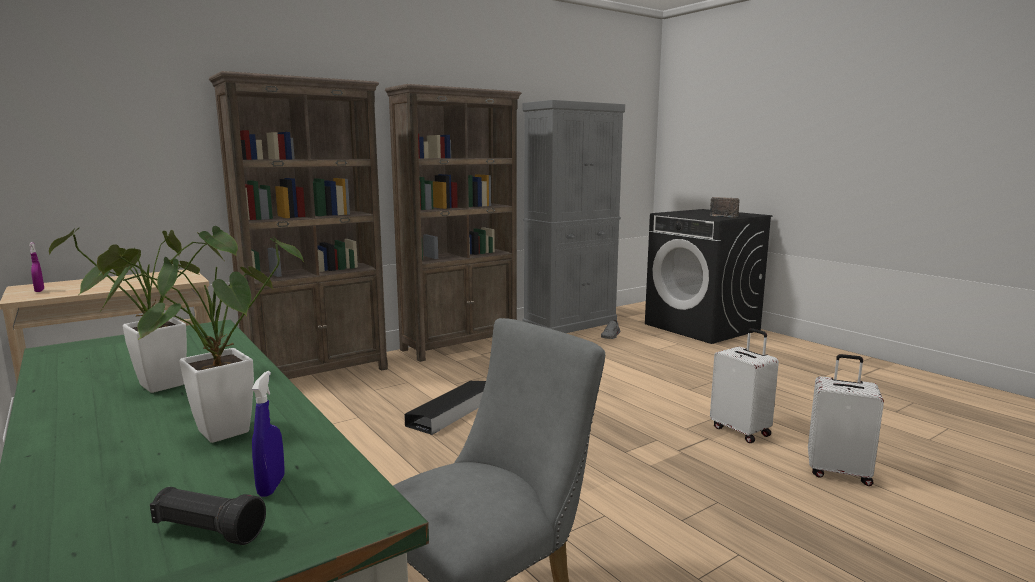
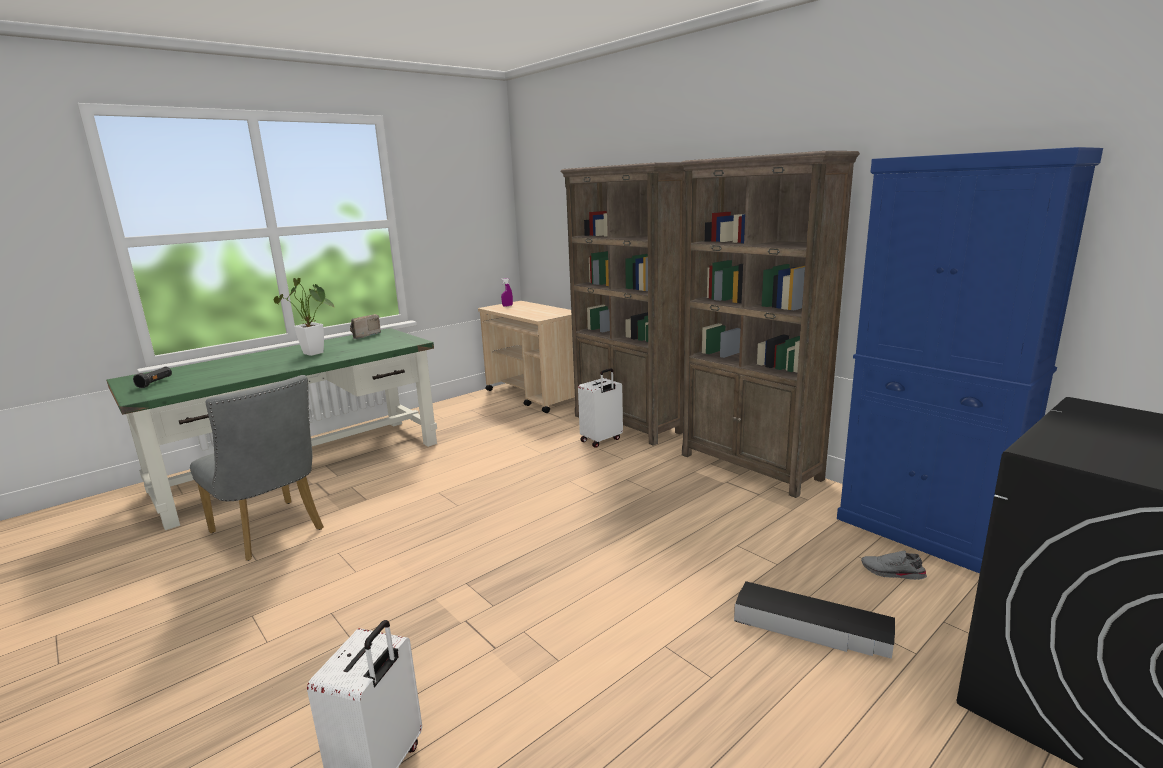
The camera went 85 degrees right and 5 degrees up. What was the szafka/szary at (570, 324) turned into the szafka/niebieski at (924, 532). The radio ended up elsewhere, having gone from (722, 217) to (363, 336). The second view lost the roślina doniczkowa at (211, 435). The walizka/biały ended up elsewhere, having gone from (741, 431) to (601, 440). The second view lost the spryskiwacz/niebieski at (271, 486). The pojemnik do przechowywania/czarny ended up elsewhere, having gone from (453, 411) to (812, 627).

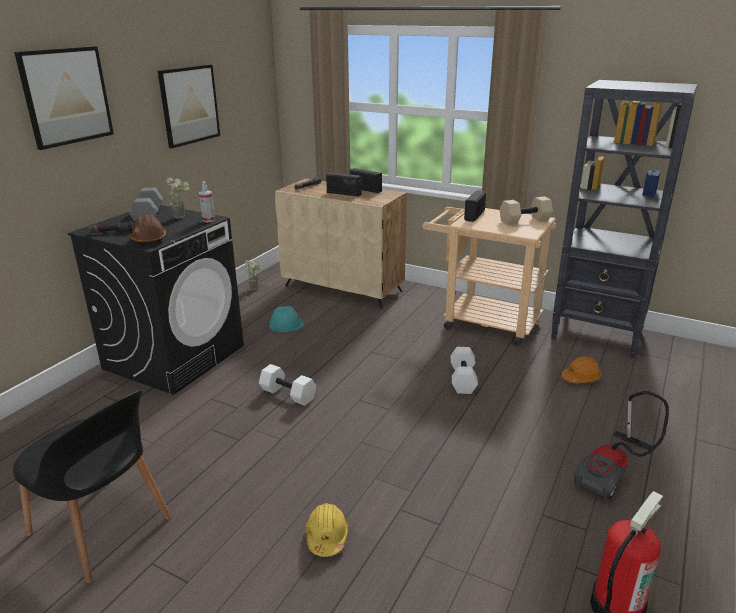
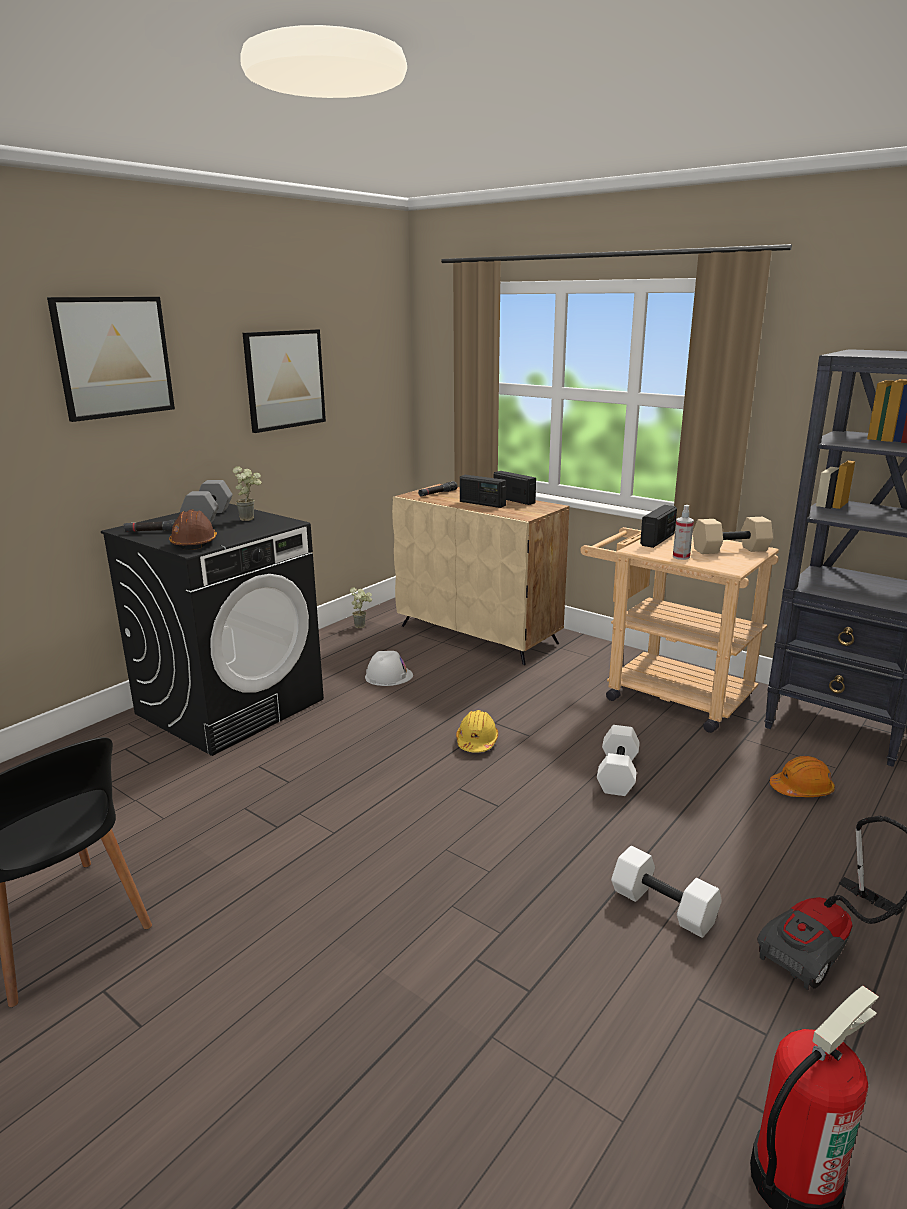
The camera went 10 degrees right and 5 degrees down. The spryskiwacz ended up elsewhere, having gone from (208, 220) to (681, 557). What was the kask/turkusowy at (286, 324) turned into the kask/biały at (388, 676). The hantel/biały ended up elsewhere, having gone from (287, 394) to (661, 907). The kask/żółty ended up elsewhere, having gone from (327, 536) to (477, 741).

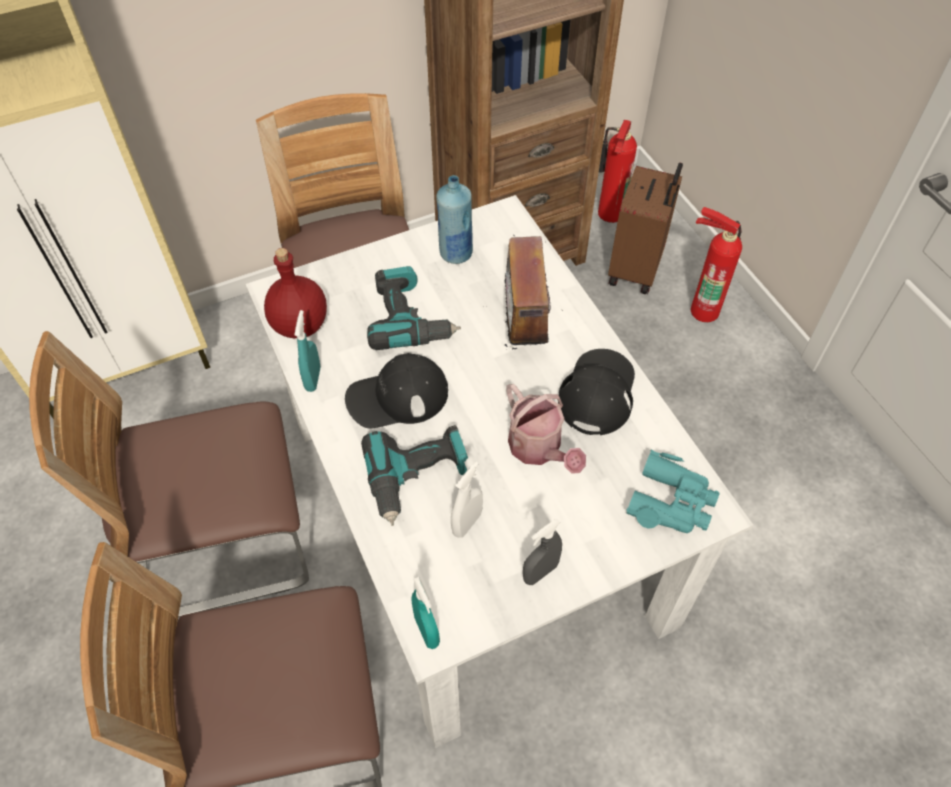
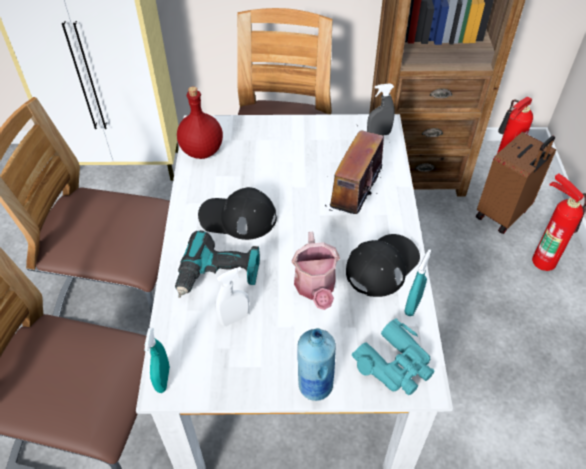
The camera went 25 degrees right and 5 degrees down. The butelka/niebieski ended up elsewhere, having gone from (455, 253) to (314, 386). The second view lost the wiertarka at (409, 319). The spryskiwacz/turkusowy ended up elsewhere, having gone from (313, 379) to (412, 305). The spryskiwacz/szary ended up elsewhere, having gone from (540, 572) to (378, 134).

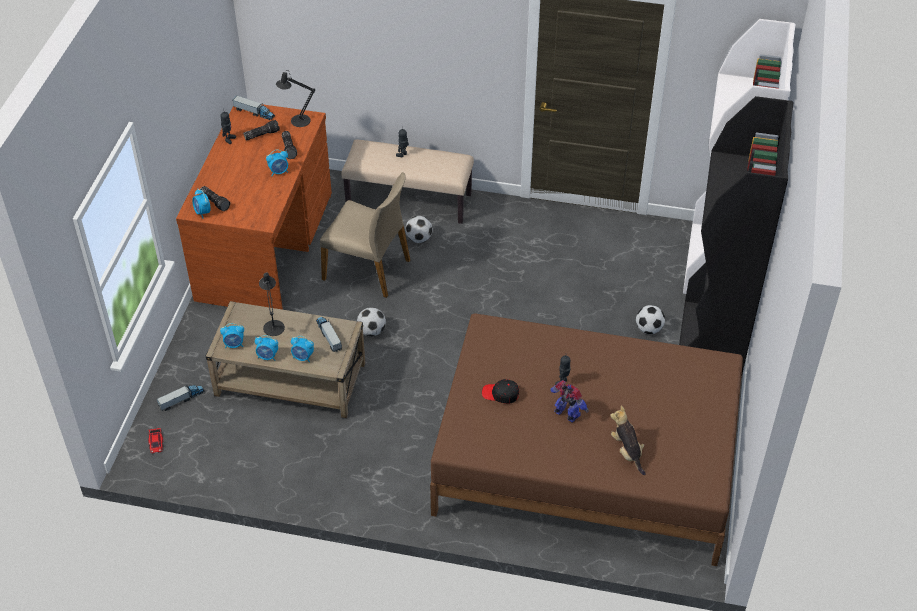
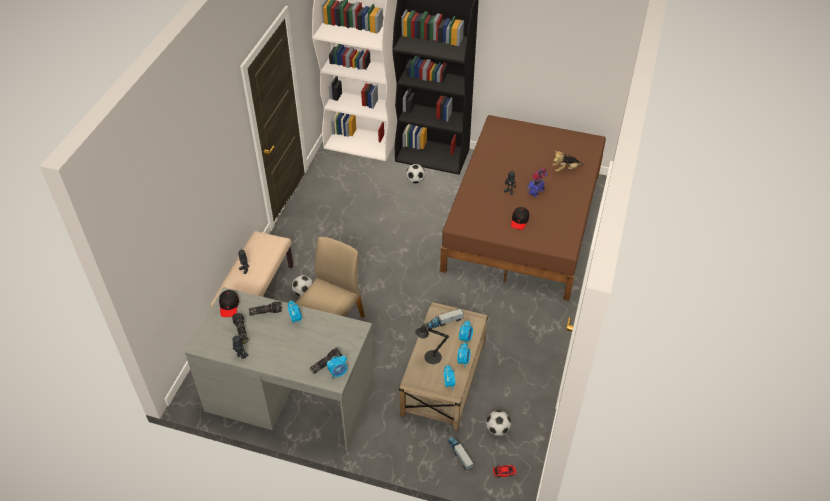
The camera went 85 degrees left and 0 degrees up. Where the lampa stołowa/czarny stood at (297, 121), the czapka z daszkiem/czarny came to stand at (229, 306). The second view lost the ciężarówka zabawkowa at (254, 112). What was the biurko/brązowy at (266, 247) turned into the biurko/szary at (290, 396). The piłka futbolowa ended up elsewhere, having gone from (371, 331) to (497, 429).

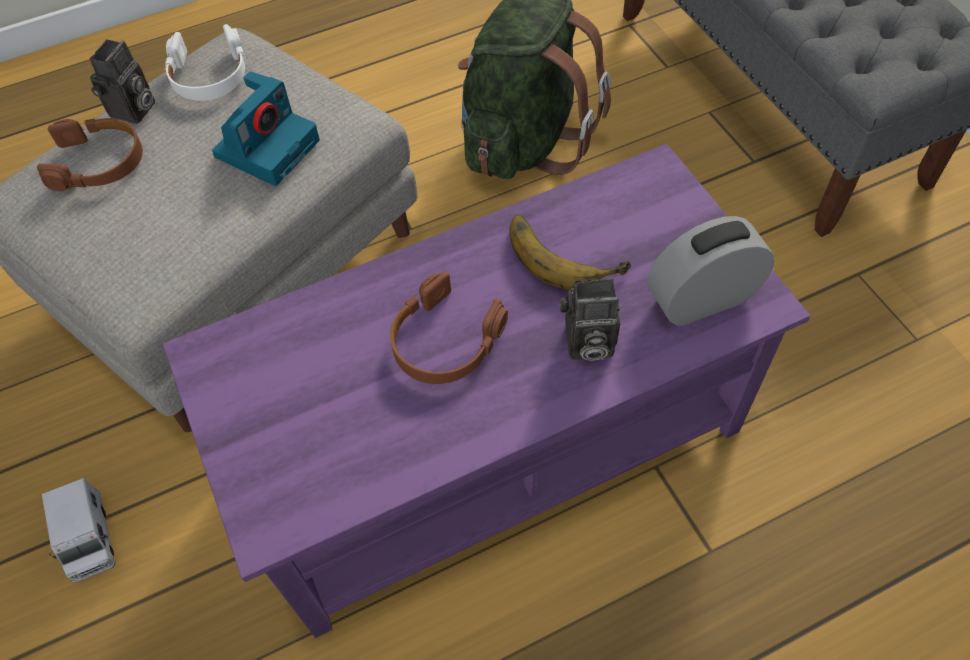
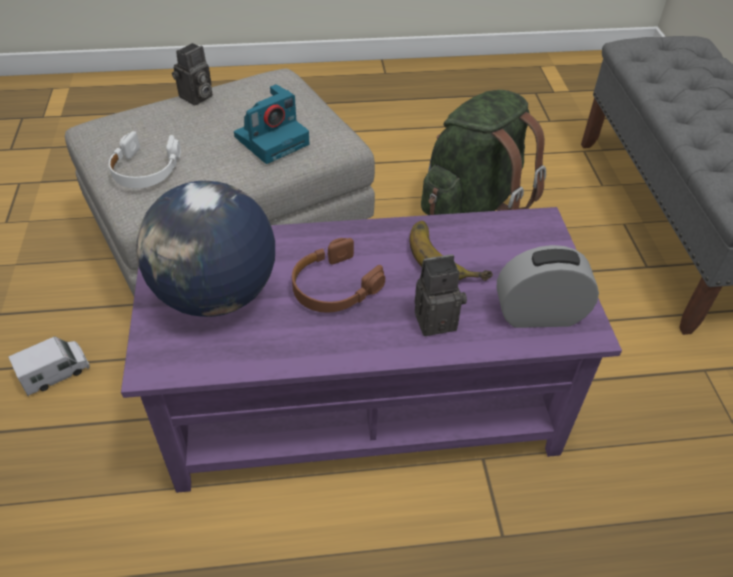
The camera went 15 degrees right and 10 degrees down. The słuchawki/biały ended up elsewhere, having gone from (209, 75) to (145, 170). The second view lost the słuchawki/brązowy at (99, 162). The aparat fotograficzny at (586, 344) ended up facing another way, 150 degrees clockwise from before. The ciężarówka zabawkowa at (88, 538) ended up facing another way, 120 degrees counterclockwise from before. The second view gained the globus at (216, 295).

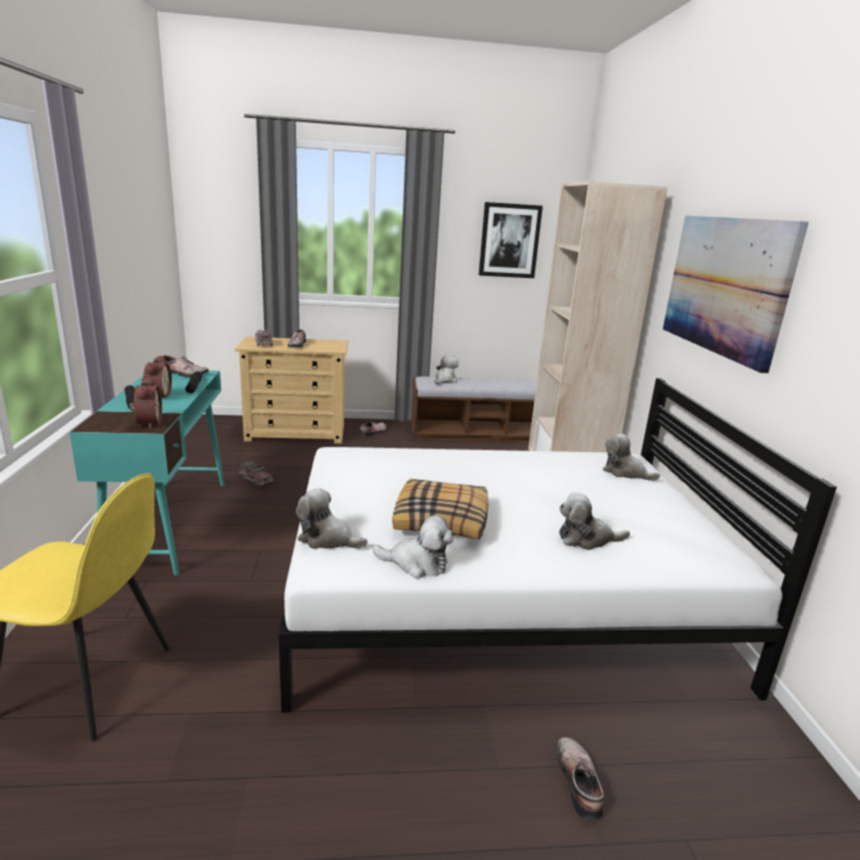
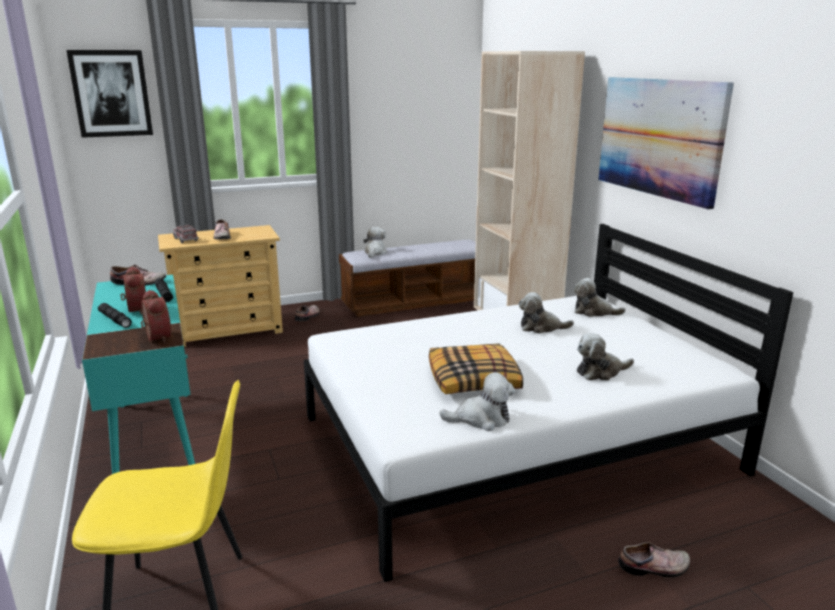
The camera went 15 degrees left and 0 degrees up. The obraz ended up elsewhere, having gone from (509, 240) to (111, 93). The second view lost the ciężarówka zabawkowa at (256, 479). The pluszak ended up elsewhere, having gone from (327, 539) to (541, 327). The but at (581, 782) ended up facing another way, 105 degrees clockwise from before.

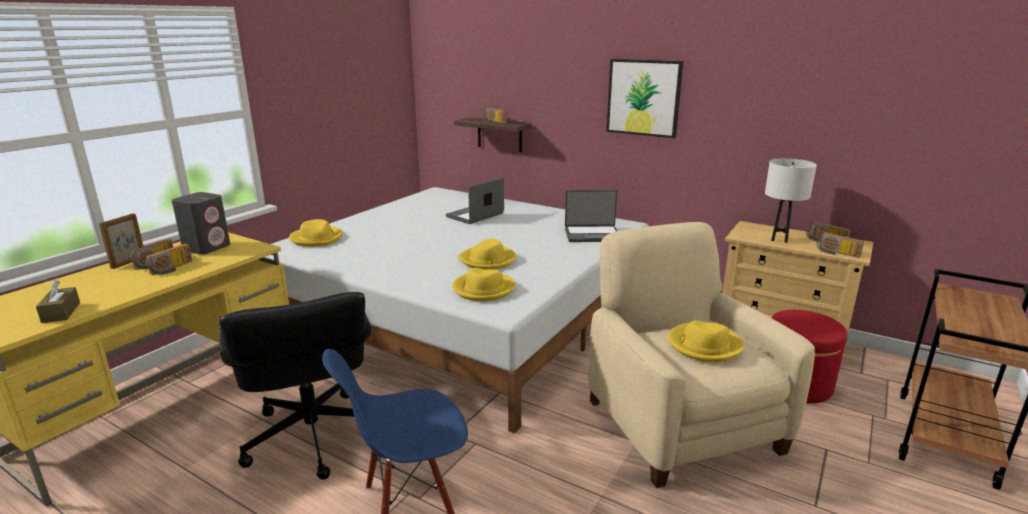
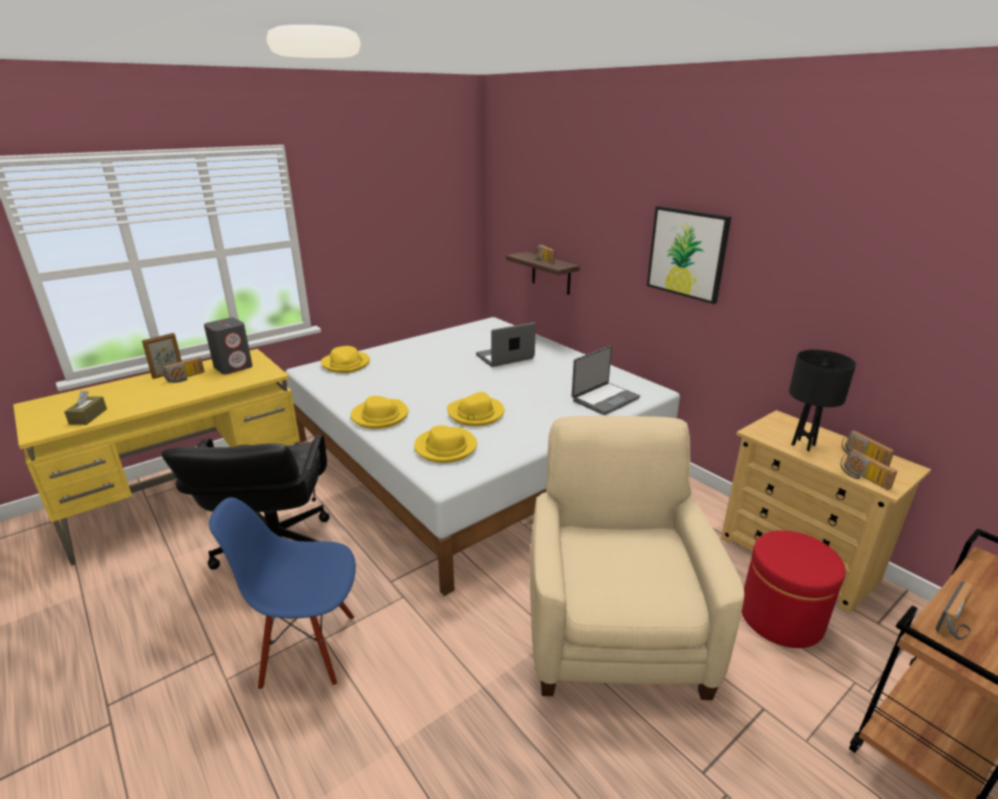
The camera went 20 degrees right and 5 degrees up. What was the lampa stołowa/biały at (779, 239) turned into the lampa stołowa/czarny at (803, 445). The laptop at (592, 235) ended up facing another way, 60 degrees counterclockwise from before. The radio ended up elsewhere, having gone from (172, 269) to (956, 623). The kapelusz/żółty ended up elsewhere, having gone from (704, 345) to (380, 416).

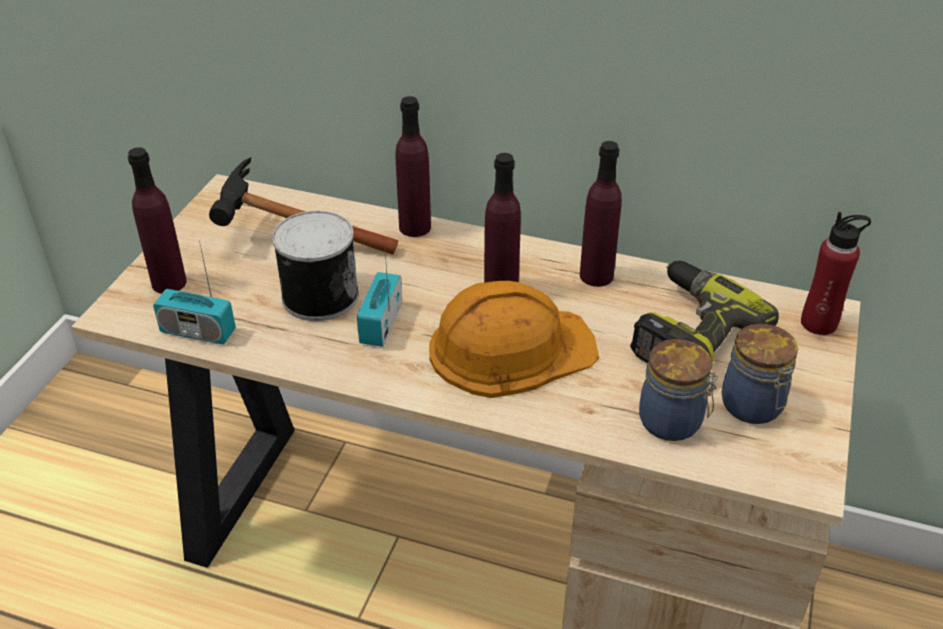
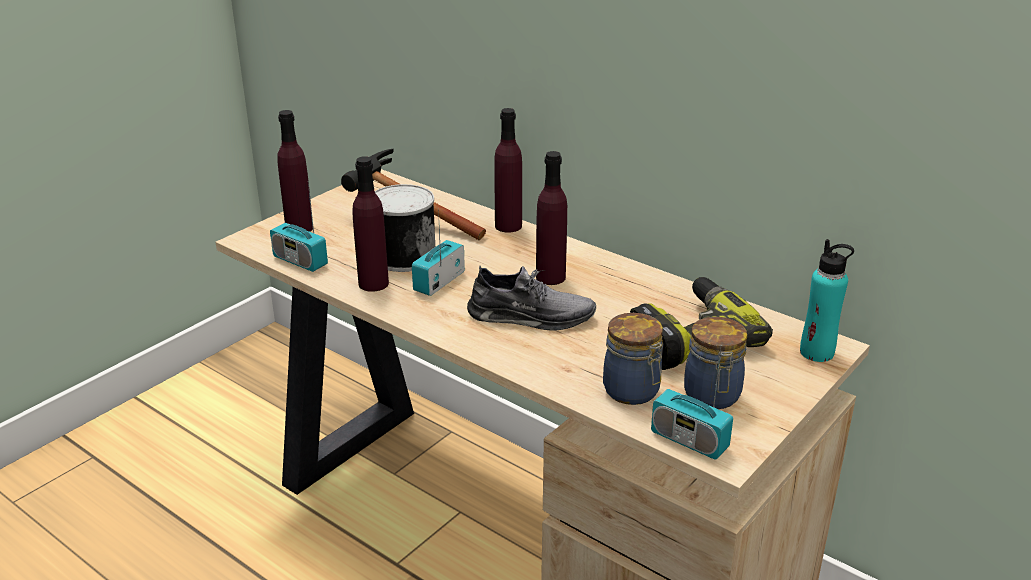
The camera went 20 degrees right and 10 degrees down. The butelka/fioletowy ended up elsewhere, having gone from (596, 275) to (373, 283). What was the butelka/czerwony at (819, 323) turned into the butelka/turkusowy at (817, 352). Where the kask/pomarańczowy stood at (510, 348), the but/szary came to stand at (531, 316). The second view gained the radio at (689, 440).

